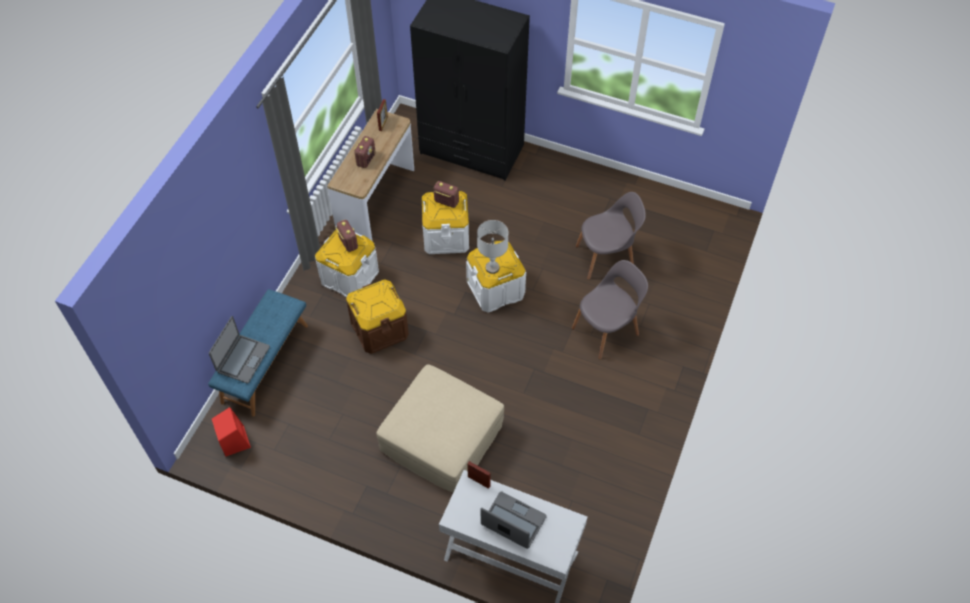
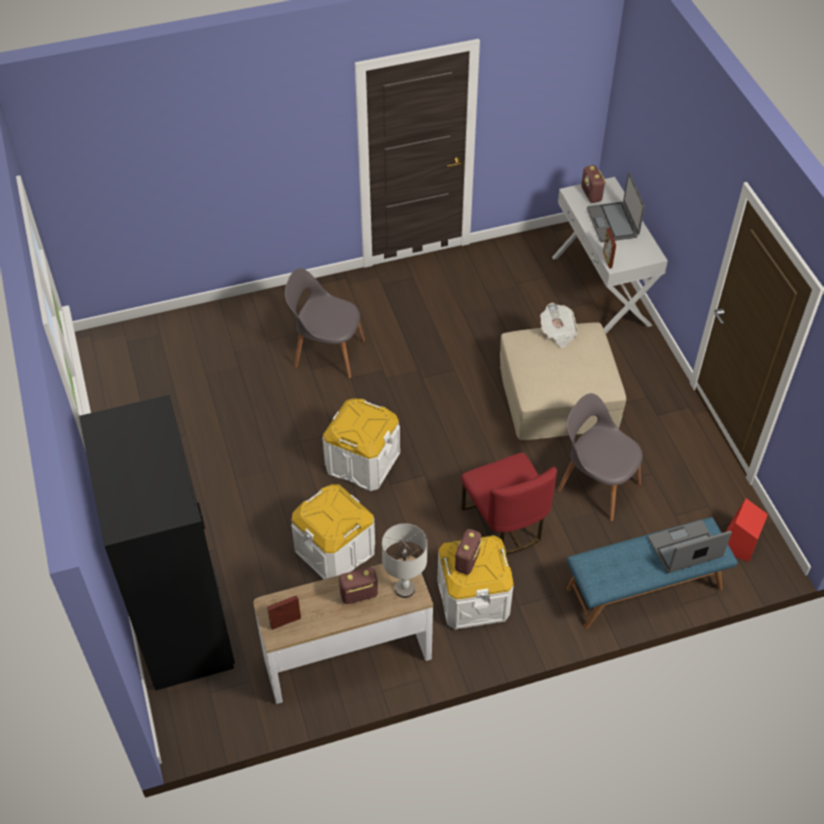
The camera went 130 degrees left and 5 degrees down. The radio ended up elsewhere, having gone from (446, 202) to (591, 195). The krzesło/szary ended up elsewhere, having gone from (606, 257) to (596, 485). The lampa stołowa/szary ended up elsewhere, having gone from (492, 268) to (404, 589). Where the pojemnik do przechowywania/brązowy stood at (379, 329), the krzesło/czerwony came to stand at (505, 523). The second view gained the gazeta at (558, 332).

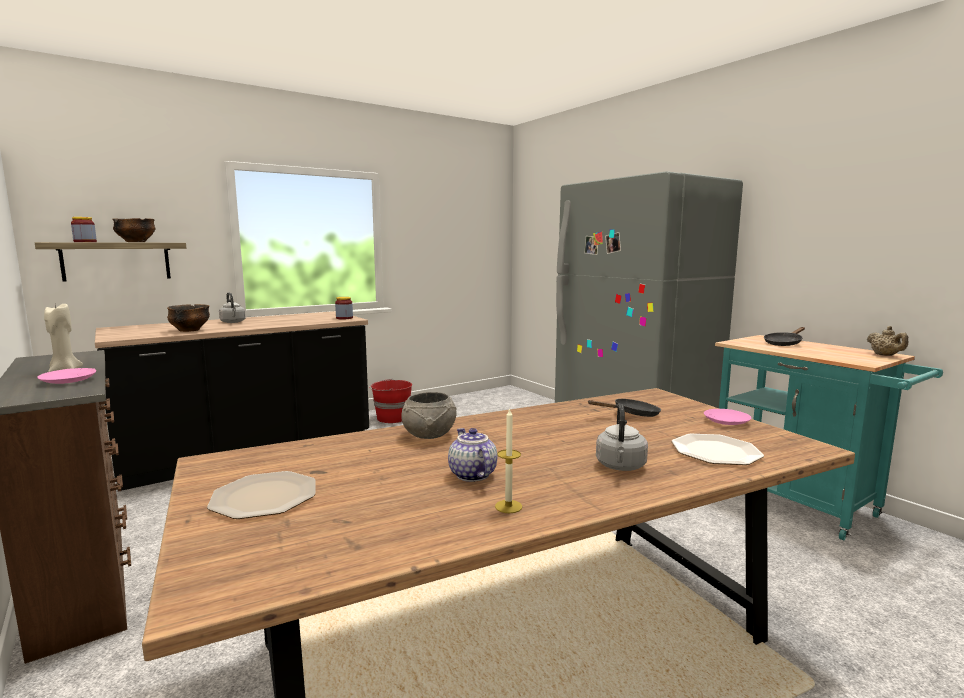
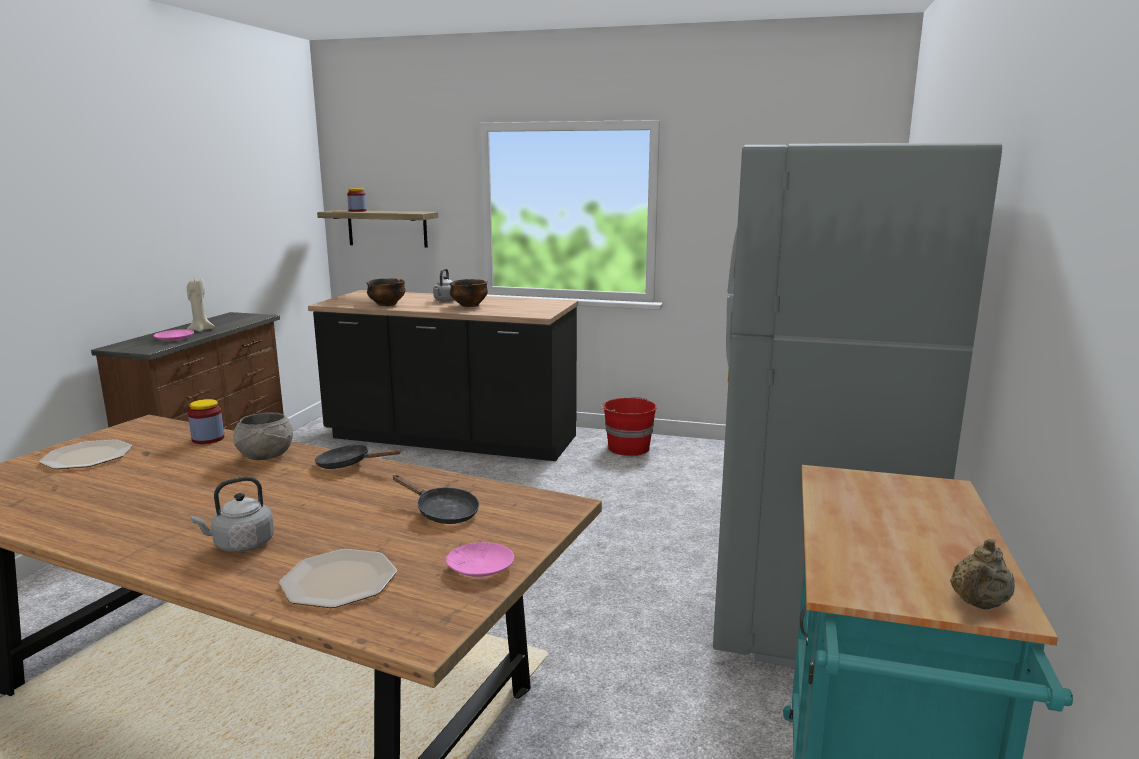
The camera went 50 degrees right and 5 degrees up. The miska ended up elsewhere, having gone from (136, 242) to (469, 306). The słoik ended up elsewhere, having gone from (344, 318) to (208, 439). The patelnia/czarny ended up elsewhere, having gone from (784, 343) to (349, 464). The second view lost the świeca at (508, 506). The second view lost the imbryk at (471, 475).

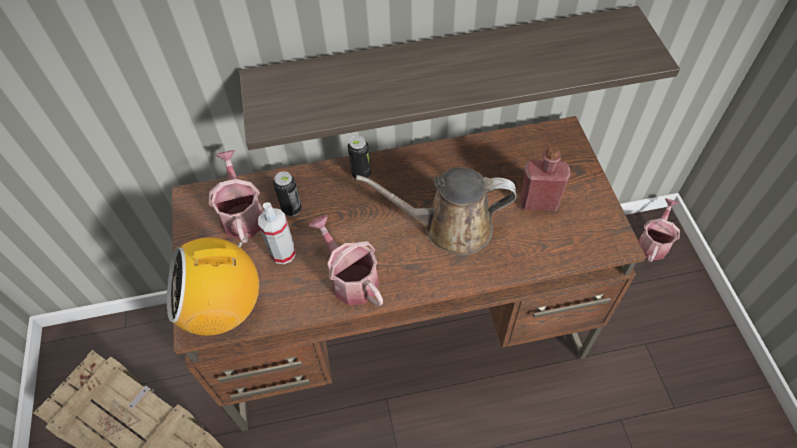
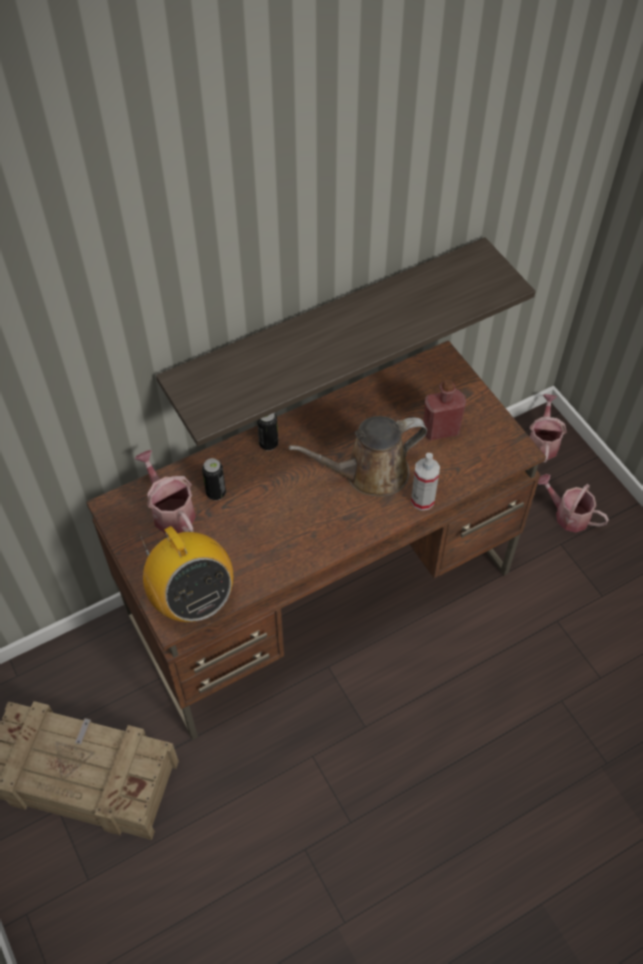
The camera went 20 degrees left and 0 degrees up. The spryskiwacz ended up elsewhere, having gone from (283, 253) to (422, 500). The konewka ended up elsewhere, having gone from (350, 278) to (567, 515). The radio at (224, 309) ended up facing another way, 90 degrees counterclockwise from before.

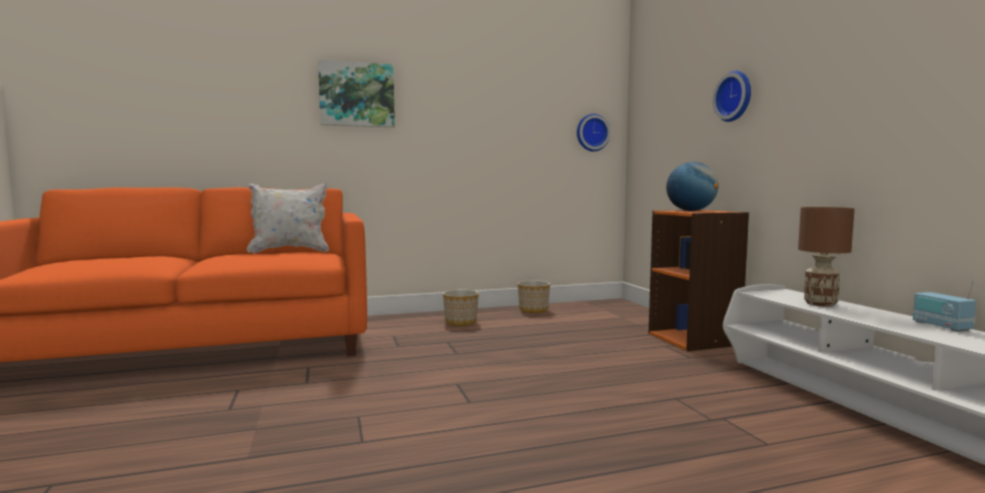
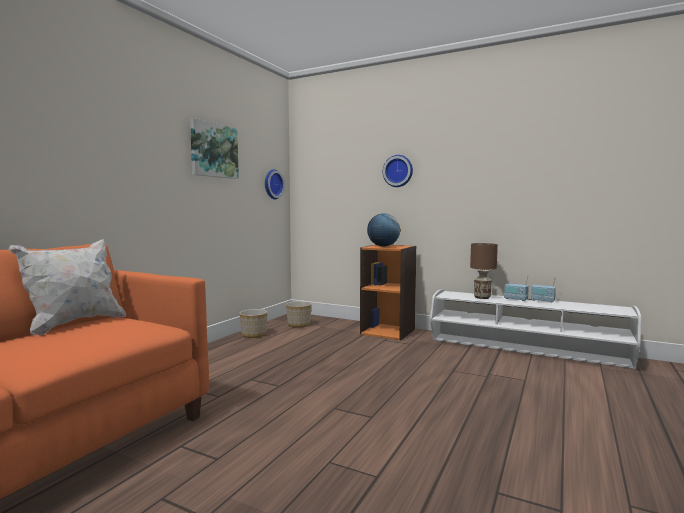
The camera went 45 degrees left and 0 degrees up. The obraz ended up elsewhere, having gone from (357, 94) to (213, 150). The donica ended up elsewhere, having gone from (461, 322) to (299, 324). The second view gained the radio at (515, 299).

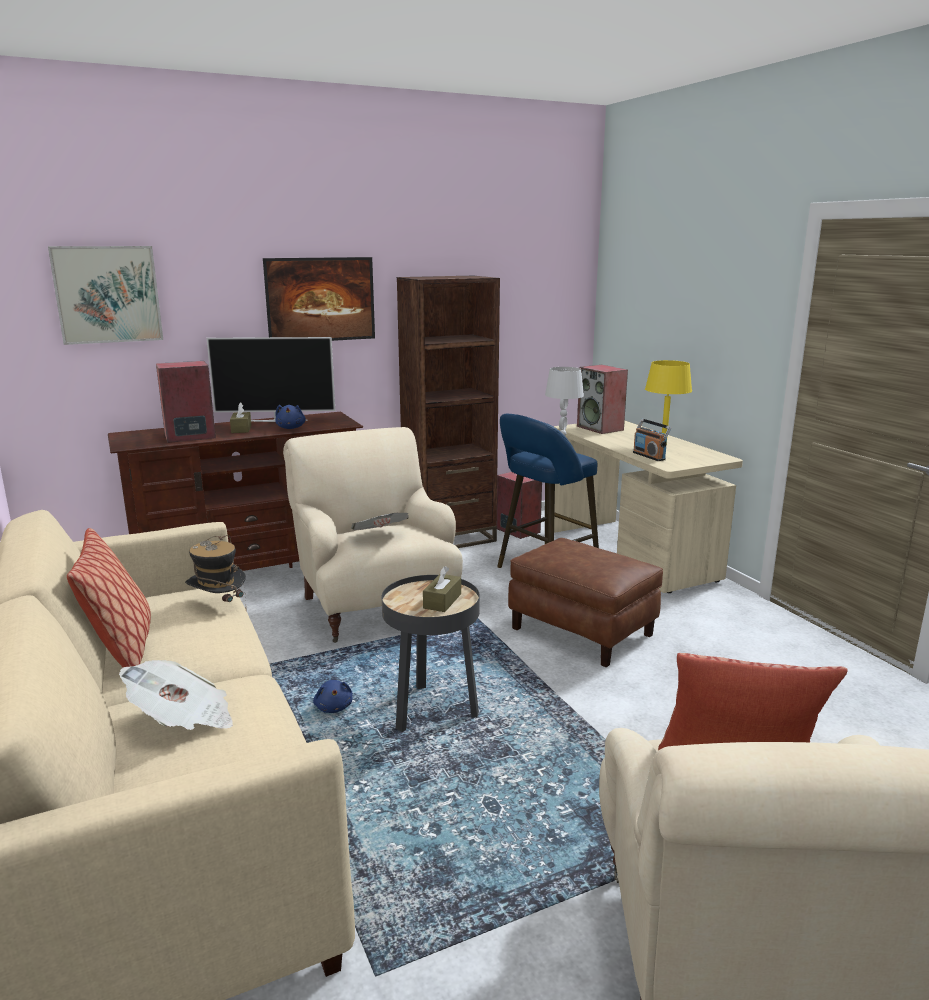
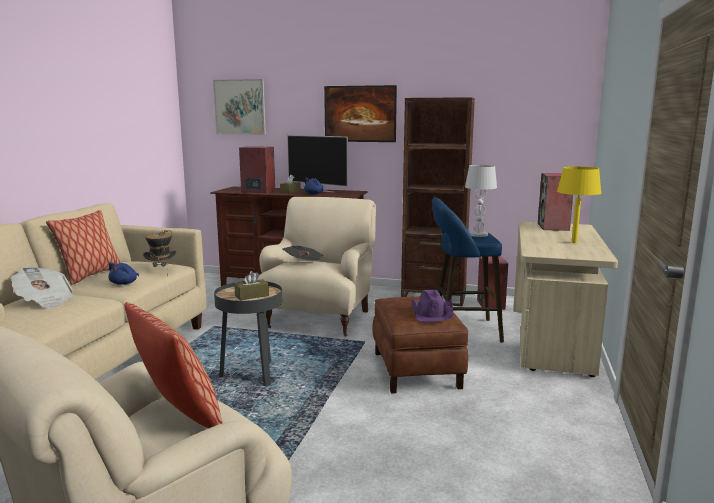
The camera went 40 degrees right and 5 degrees down. The second view lost the radio at (649, 456). The pluszak/niebieski ended up elsewhere, having gone from (333, 707) to (125, 283). The second view gained the kapelusz/fioletowy at (432, 312).

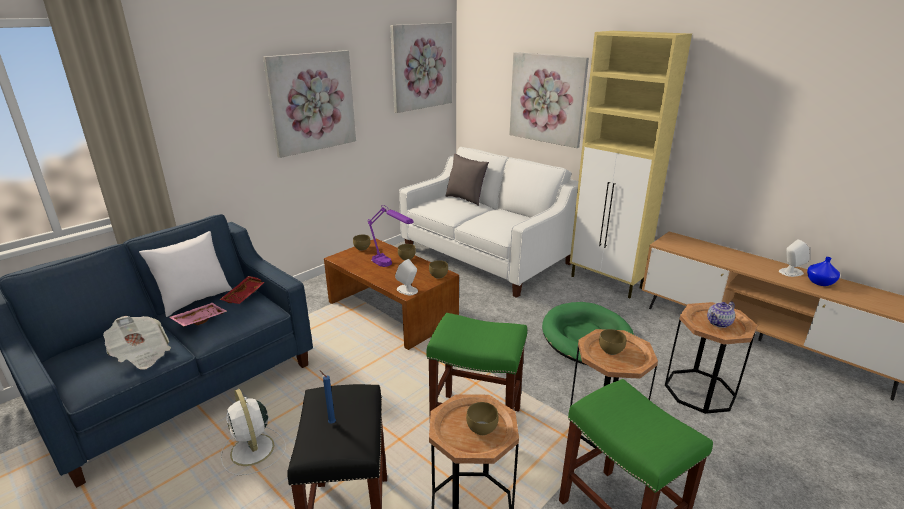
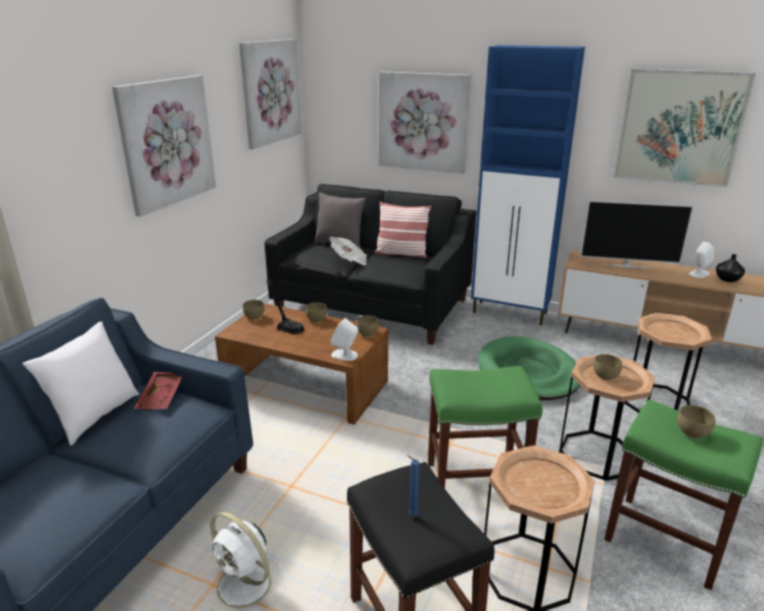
The camera went 20 degrees left and 0 degrees up. What was the szafka/beżowy at (606, 282) turned into the szafka/niebieski at (510, 313). What was the kanapa/biały at (486, 256) turned into the kanapa/czarny at (372, 306). What was the lampa stołowa/fioletowy at (391, 267) turned into the lampa stołowa/czarny at (305, 332). What was the wazon/niebieski at (819, 282) turned into the wazon/czarny at (727, 279). The second view lost the imbryk at (719, 323). The second view lost the taca/różowy at (199, 319). The gazeta ended up elsewhere, having gone from (141, 354) to (349, 261). The miska/brązowy ended up elsewhere, having gone from (483, 429) to (693, 433). The second view gained the obraz at (679, 127). The second view gained the telewizor at (627, 266). The second view gained the poduszka at (401, 253).

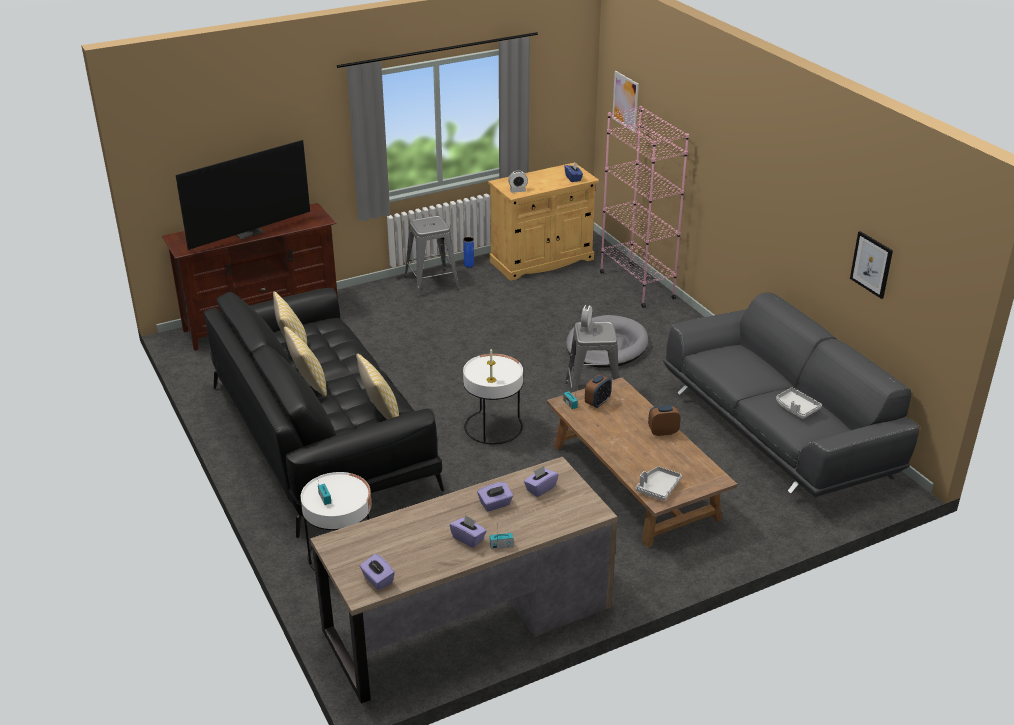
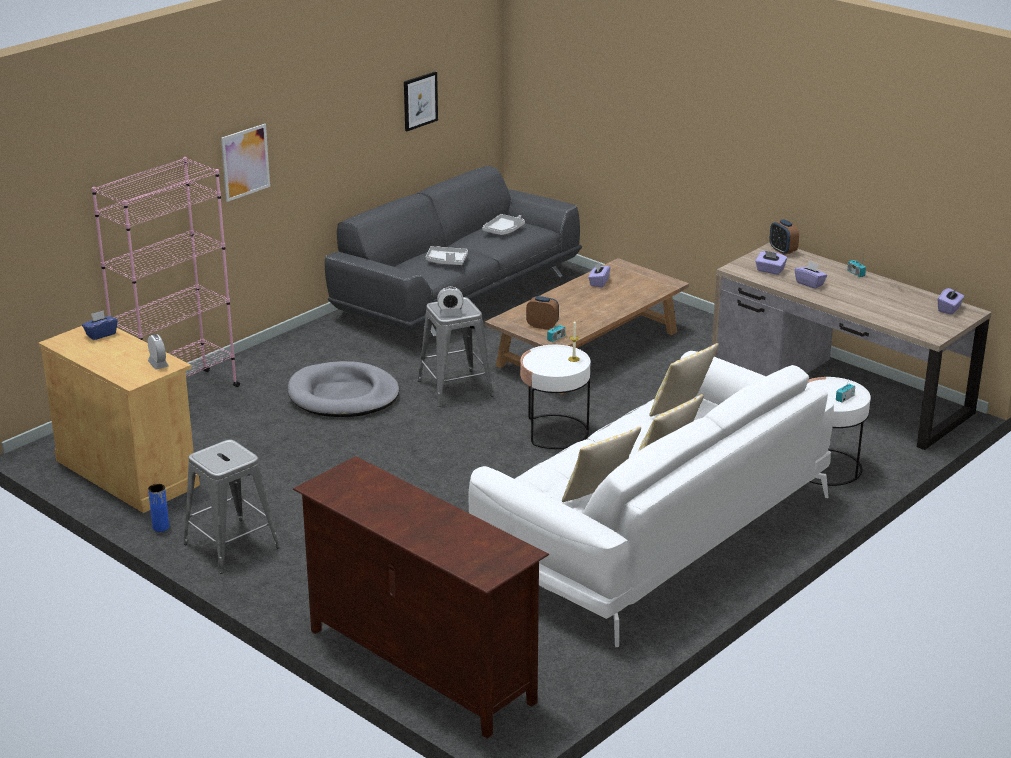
The camera went 110 degrees left and 5 degrees down. The obraz ended up elsewhere, having gone from (625, 101) to (245, 162). The second view lost the telewizor at (248, 232). What was the kanapa/czarny at (320, 435) turned into the kanapa/biały at (652, 533). The budzik ended up elsewhere, having gone from (663, 432) to (782, 250). The taca/szary ended up elsewhere, having gone from (658, 488) to (446, 261). The pudełko chusteczek/fioletowy ended up elsewhere, having gone from (468, 538) to (599, 282).

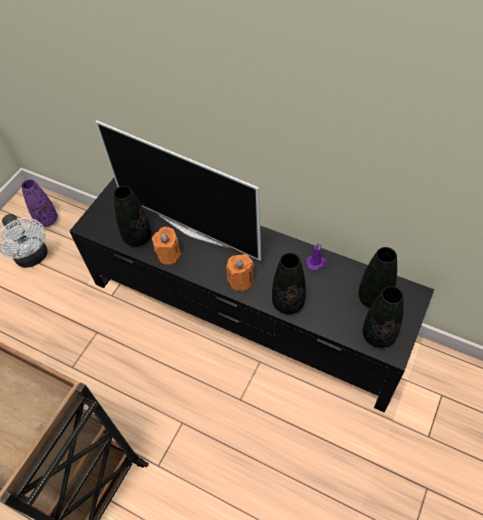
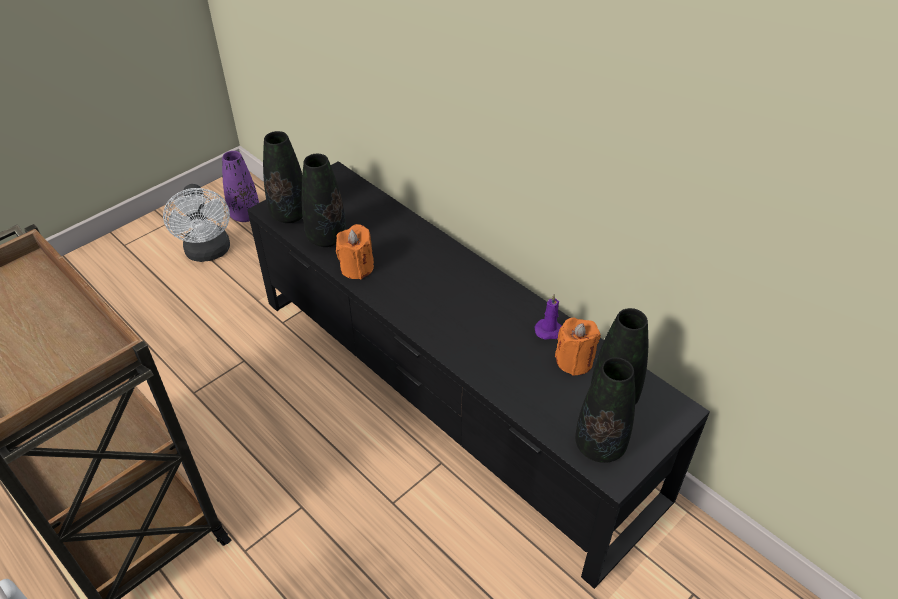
The camera went 15 degrees right and 10 degrees down. The second view lost the telewizor at (193, 230). The wazon/czarny ended up elsewhere, having gone from (288, 303) to (290, 215). The świeca/pomarańczowy ended up elsewhere, having gone from (241, 280) to (574, 361).

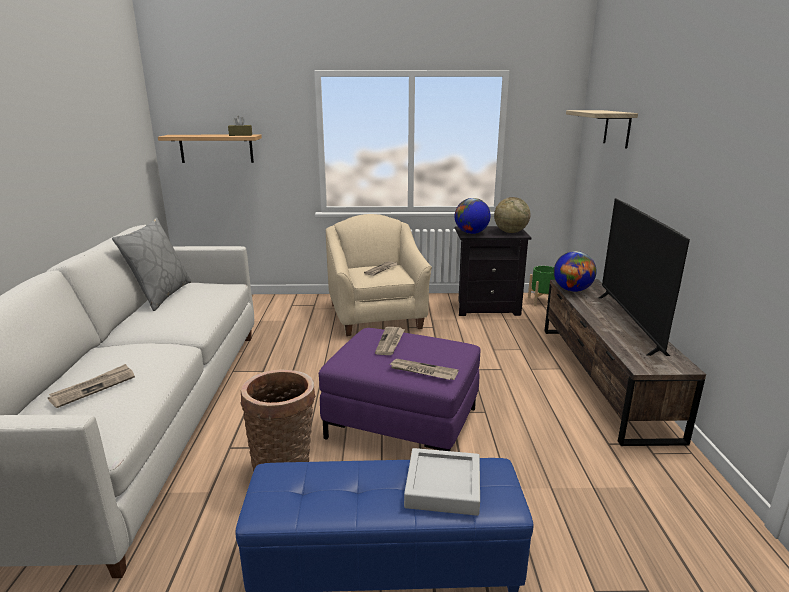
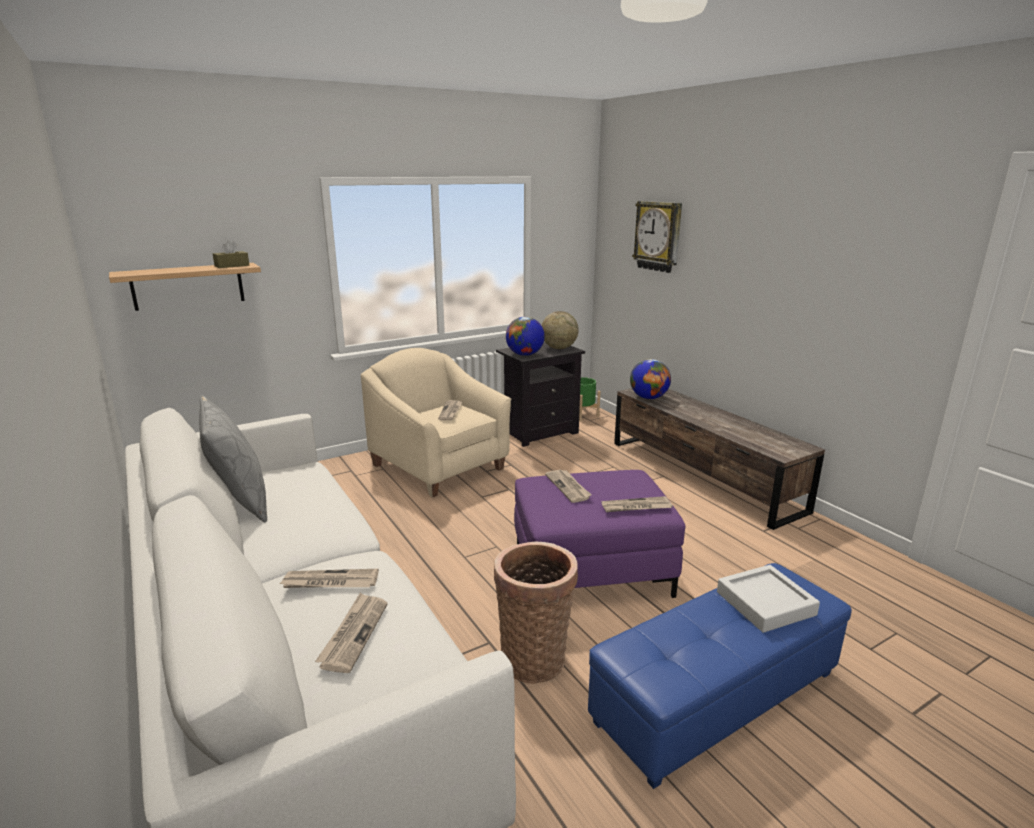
The camera went 30 degrees left and 0 degrees up. Where the półka hung at (617, 128), the zegar ścienny came to hang at (658, 236). The second view lost the telewizor at (629, 323). The second view gained the gazeta at (330, 582).

